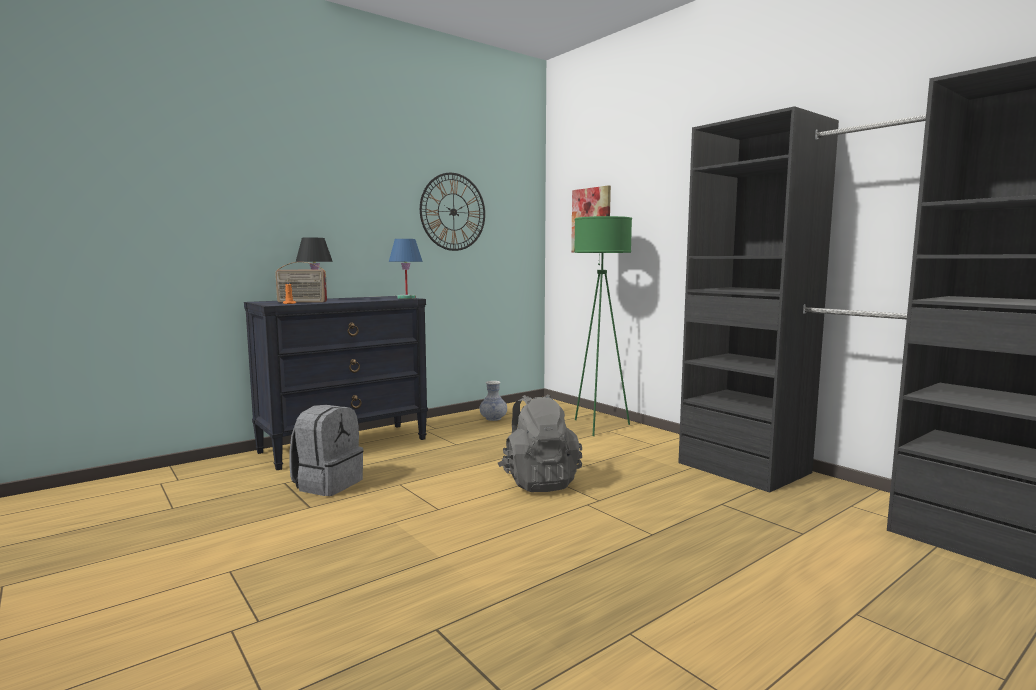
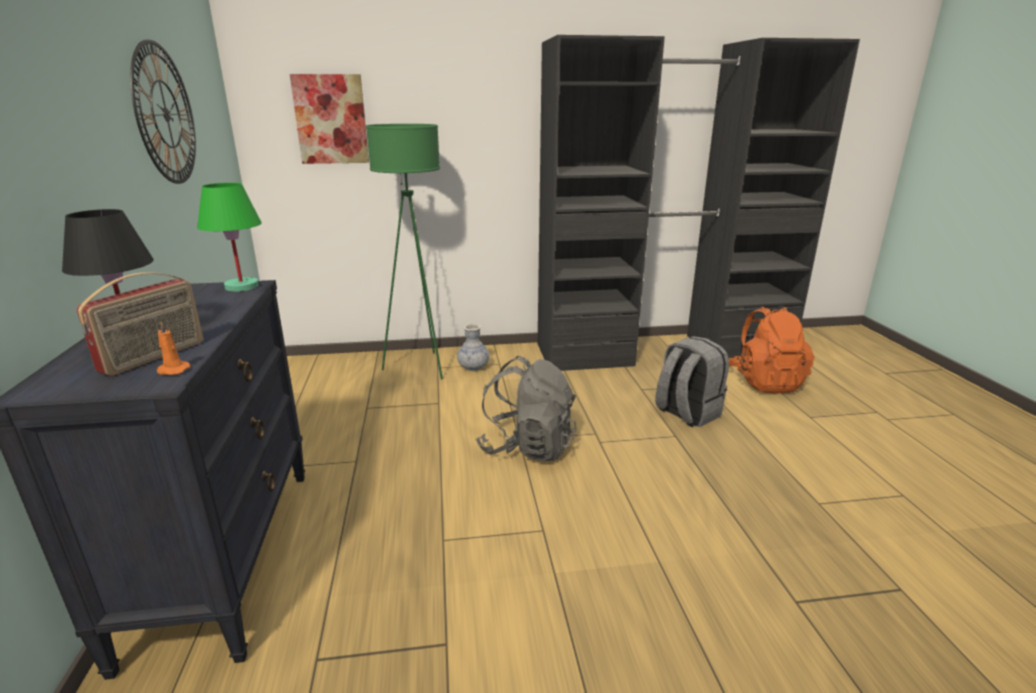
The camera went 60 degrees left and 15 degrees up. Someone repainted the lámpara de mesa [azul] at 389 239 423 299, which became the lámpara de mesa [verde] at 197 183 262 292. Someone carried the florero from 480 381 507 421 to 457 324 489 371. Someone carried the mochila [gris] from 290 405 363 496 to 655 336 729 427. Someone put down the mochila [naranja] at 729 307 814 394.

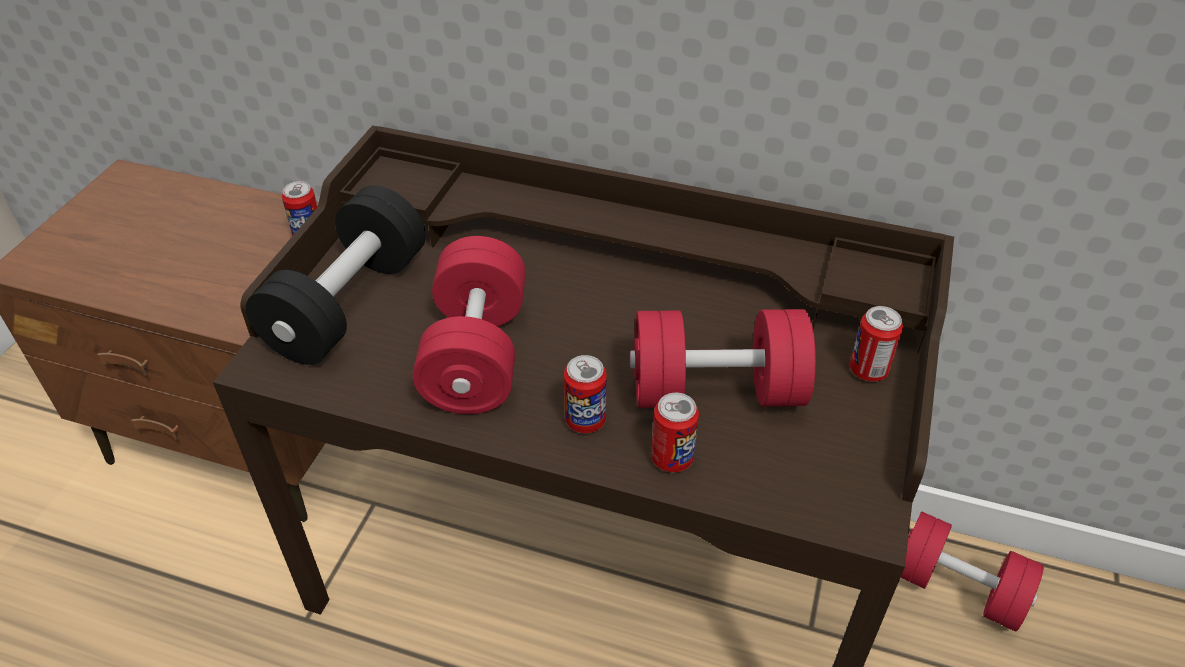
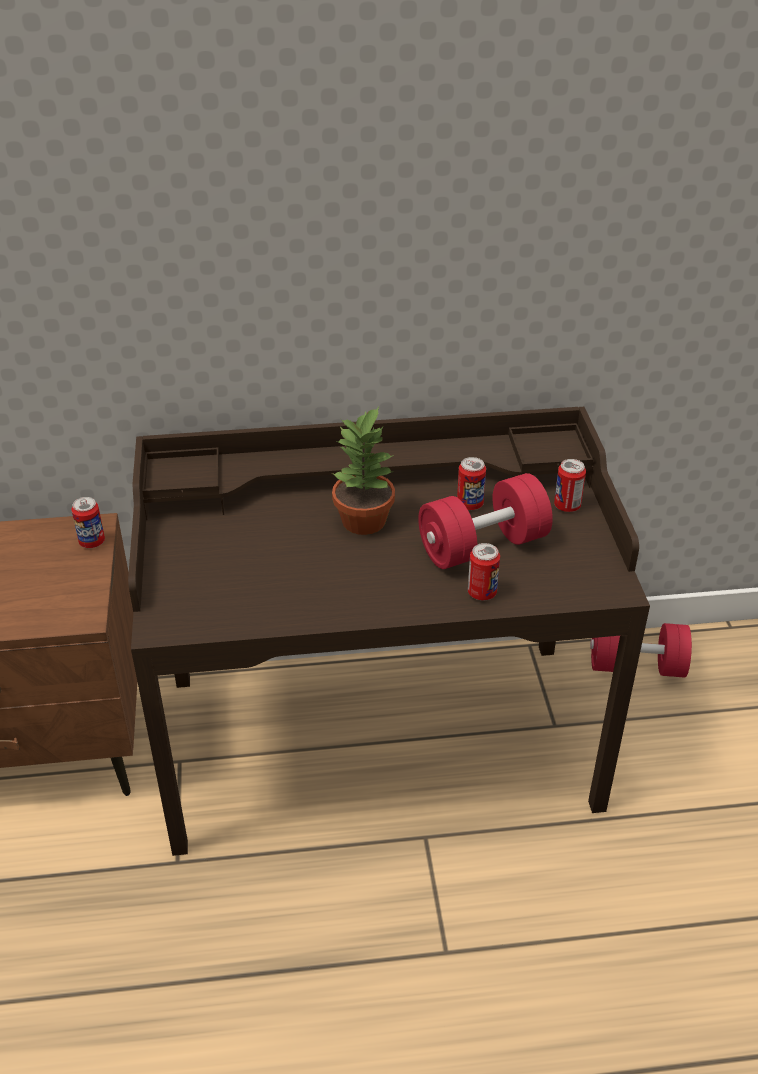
The camera went 25 degrees left and 5 degrees down. Someone took away the mancuerna [negro] at 246 186 426 365. Someone took away the mancuerna [rojo] at 413 236 526 414. Someone carried the lata from 564 355 607 433 to 457 457 486 510. Someone put down the planta en maceta at 331 407 395 535.

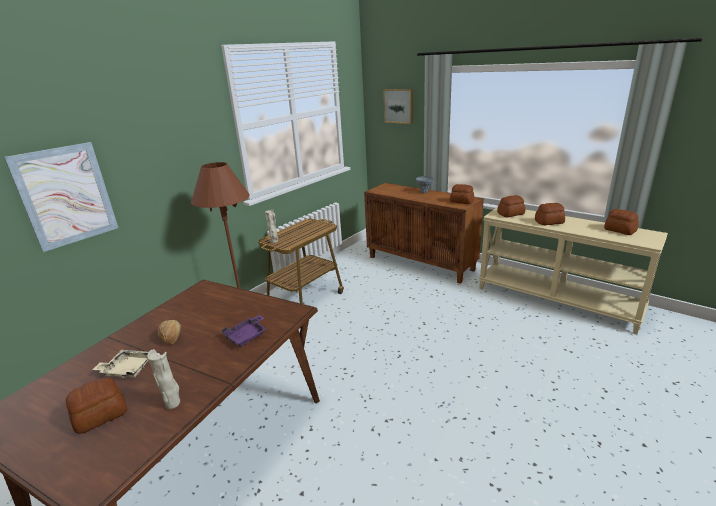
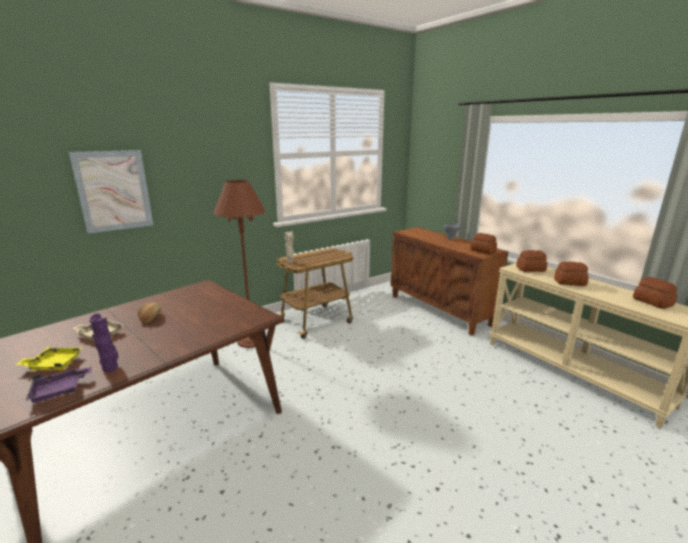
The camera went 15 degrees right and 5 degrees down. Someone took away the cuadro at 383 89 413 124. Someone carried the bandeja [morado] from 222 315 267 347 to 25 367 92 403. Someone repainted the florero [beis] at 147 349 180 409, which became the florero [morado] at 89 314 118 372. Someone swapped the pan at 66 377 127 434 for the bandeja [amarillo] at 15 347 83 370.

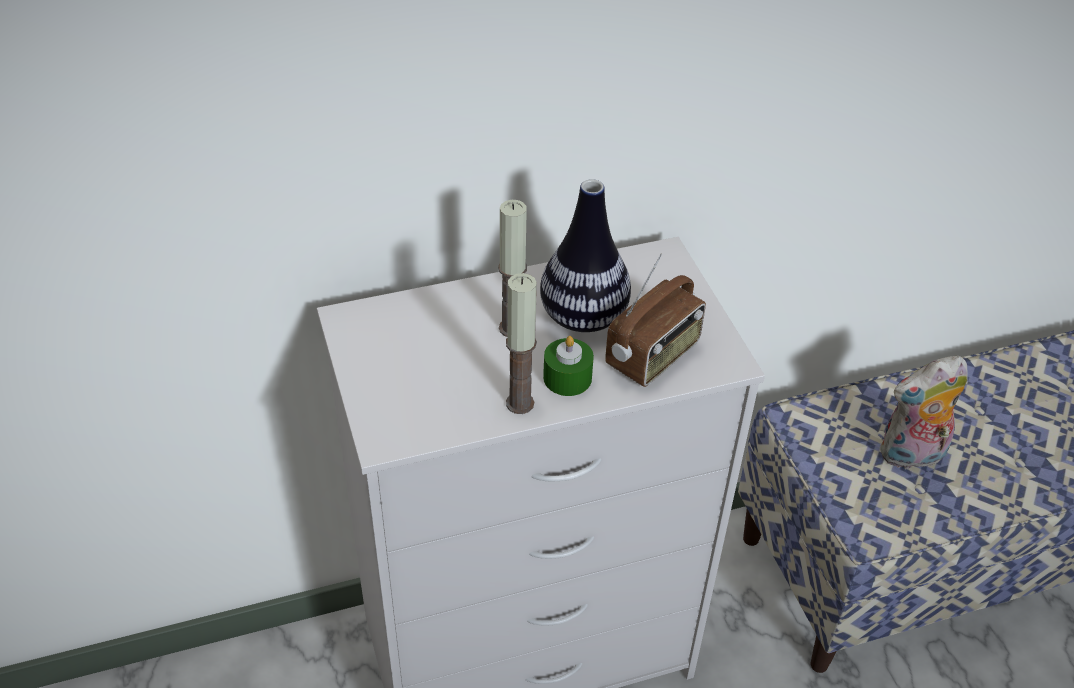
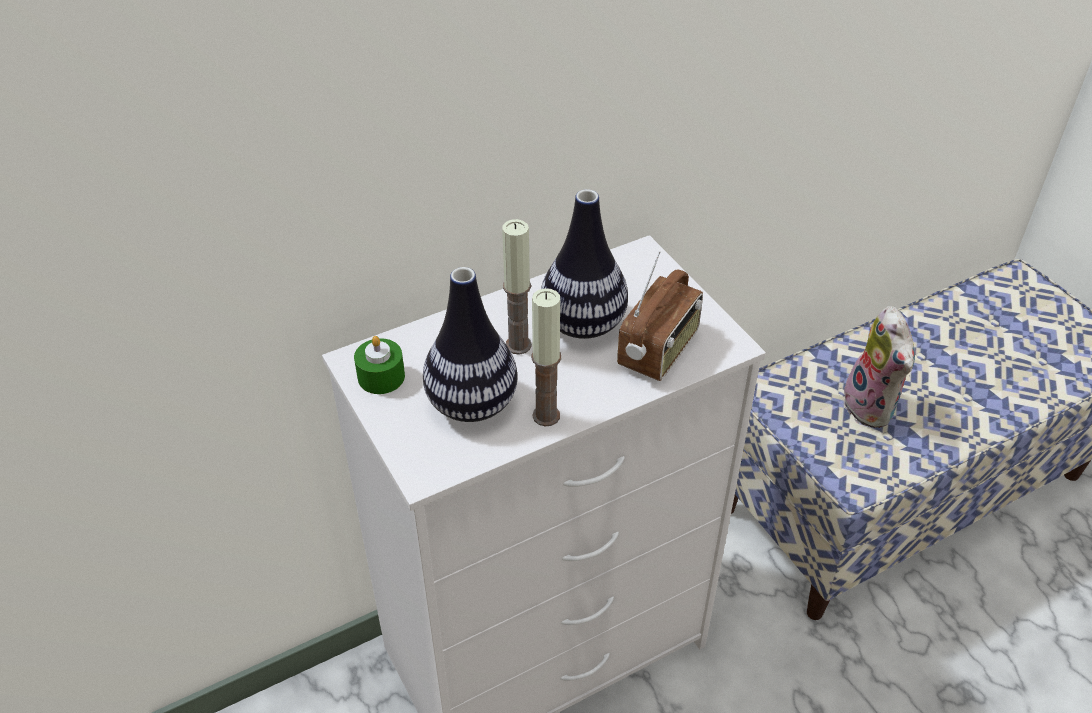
The camera went 10 degrees left and 0 degrees up. Someone carried the vela [verde] from 543 336 594 396 to 354 336 405 394. Someone rotated the peluche at 880 356 968 470 by 75 degrees counterclockwise. Someone put down the florero at 423 267 517 422.

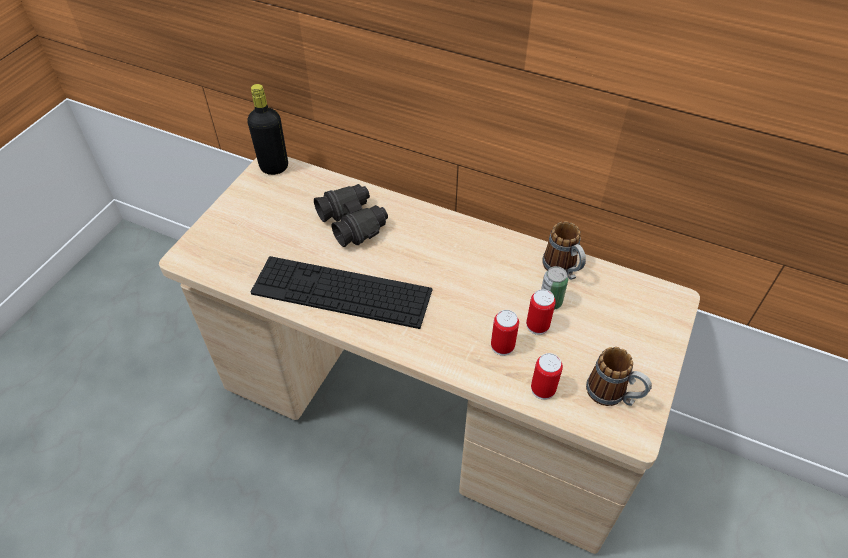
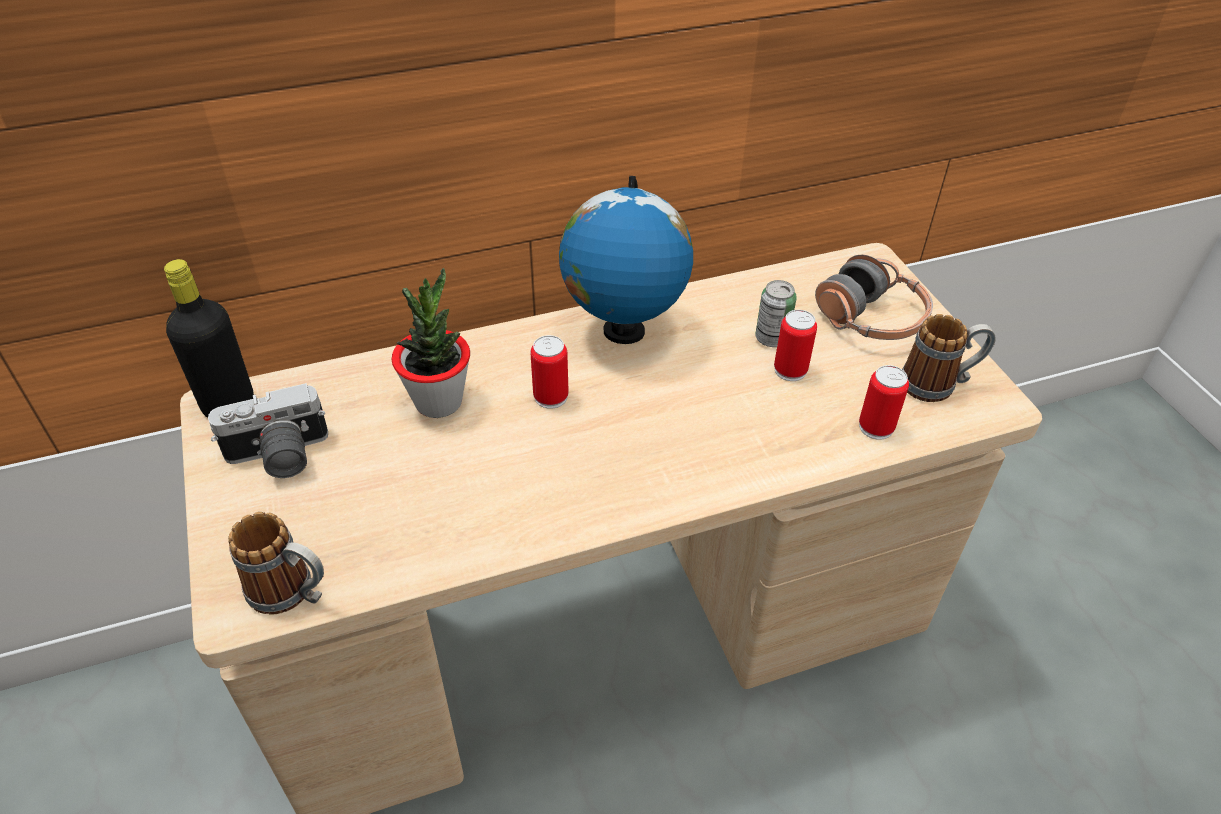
The camera went 45 degrees left and 5 degrees down. Someone swapped the prismáticos [negro] at 314 184 388 247 for the planta en maceta at 392 268 470 418. Someone carried the taza grande from 542 221 586 280 to 228 512 324 615. Someone took away the teclado at 251 256 432 329. Someone carried the lata from 491 310 519 356 to 530 335 569 409. Someone put down the globo terráqueo at 559 176 693 344. Someone put down the auriculares at 815 255 933 340. Someone put down the cámara at 208 383 328 478.

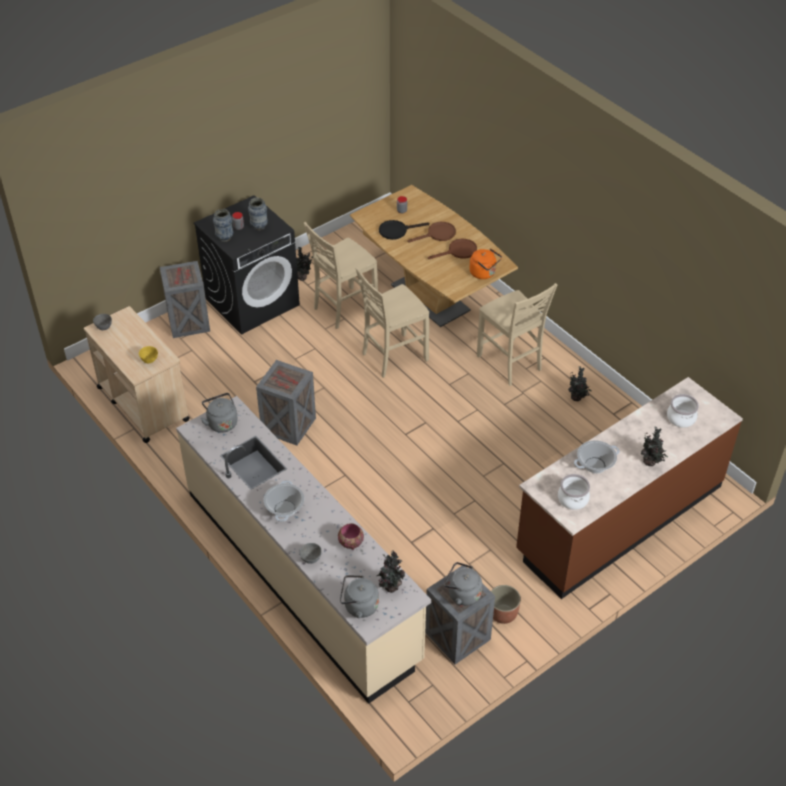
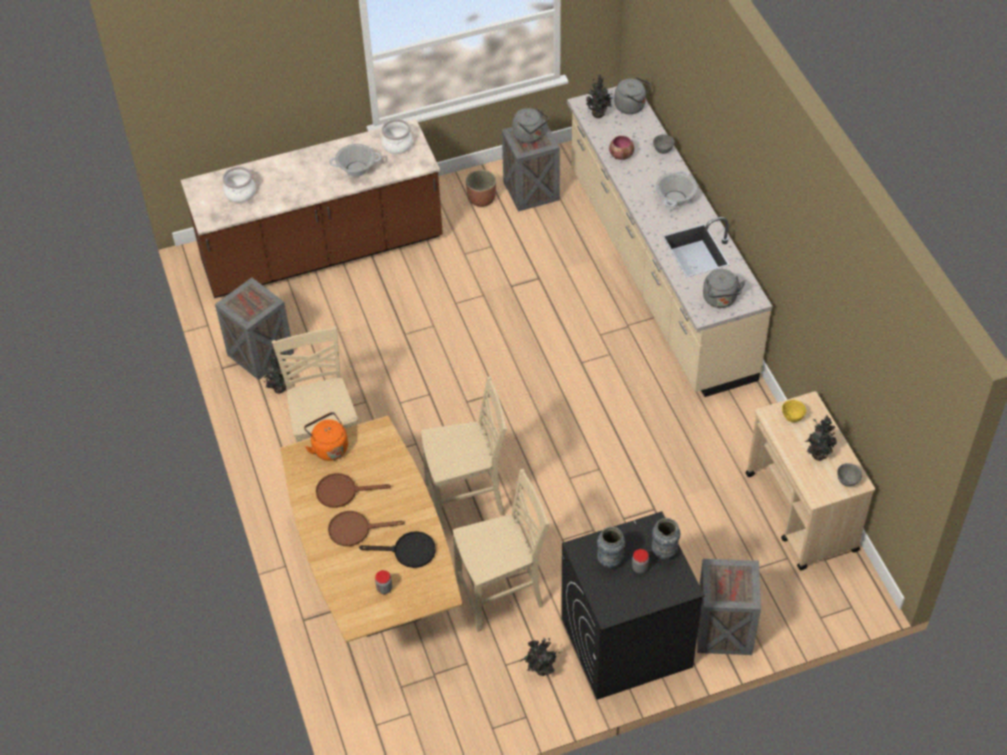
The camera went 160 degrees left and 5 degrees up. Someone carried the caja de embalaje from 256 360 316 446 to 215 278 294 380. Someone carried the planta en maceta from 641 426 668 466 to 805 415 837 461.

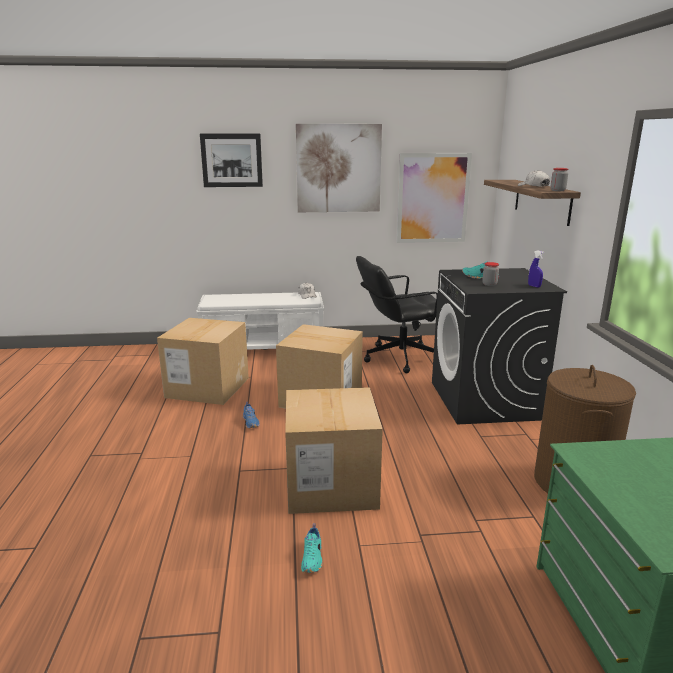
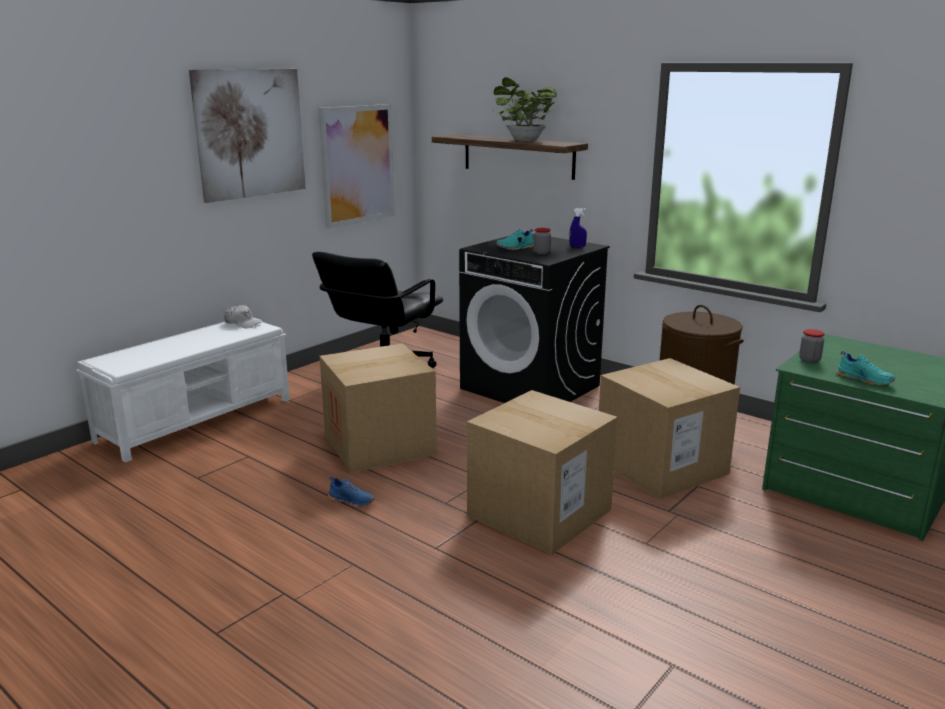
The camera went 45 degrees left and 0 degrees up. Someone took away the cuadro at 200 134 263 187. Someone carried the tarro from 550 168 568 191 to 799 329 825 363. Someone swapped the gorra [blanco] at 518 170 550 187 for the planta en maceta at 494 77 557 142. Someone carried the caja de cartón from 157 318 249 405 to 599 358 740 499. Someone carried the zapato [turquesa] from 301 523 323 573 to 836 351 895 386.

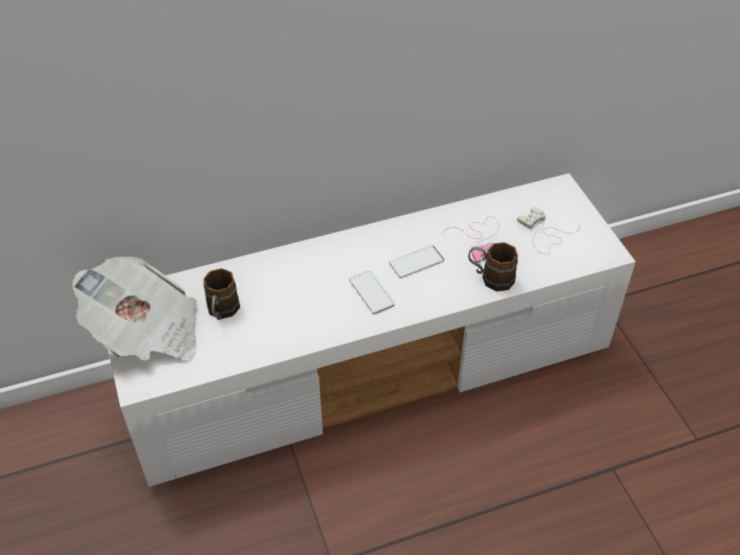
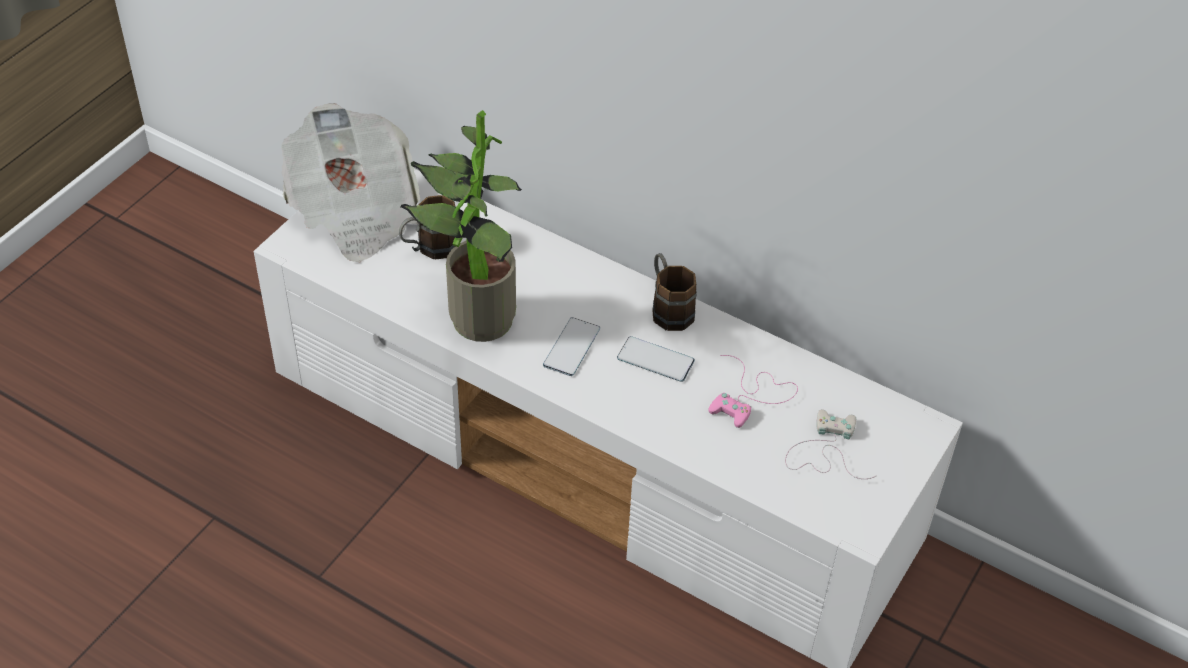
The camera went 50 degrees right and 0 degrees up. Someone carried the taza grande [marrón] from 468 242 518 291 to 652 253 697 331. Someone put down the planta en maceta at 400 110 522 342.

